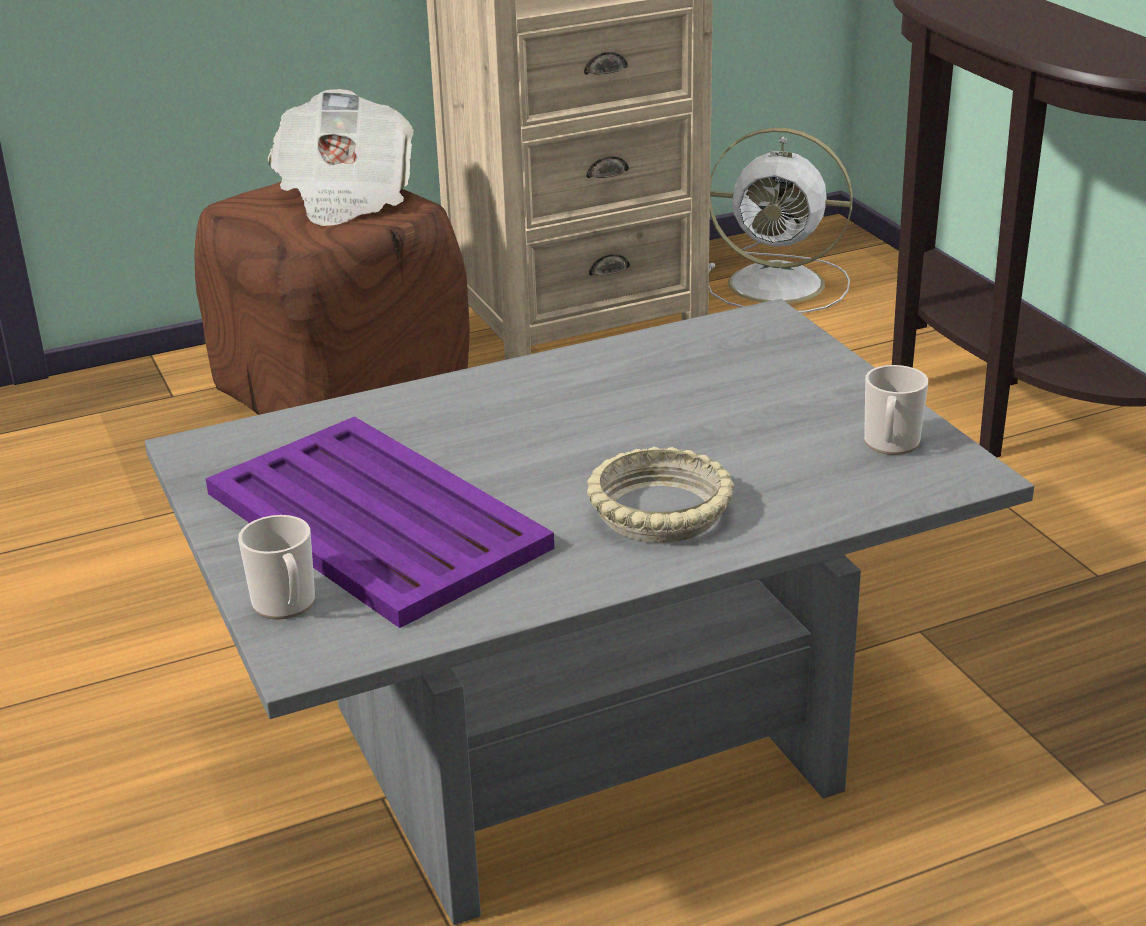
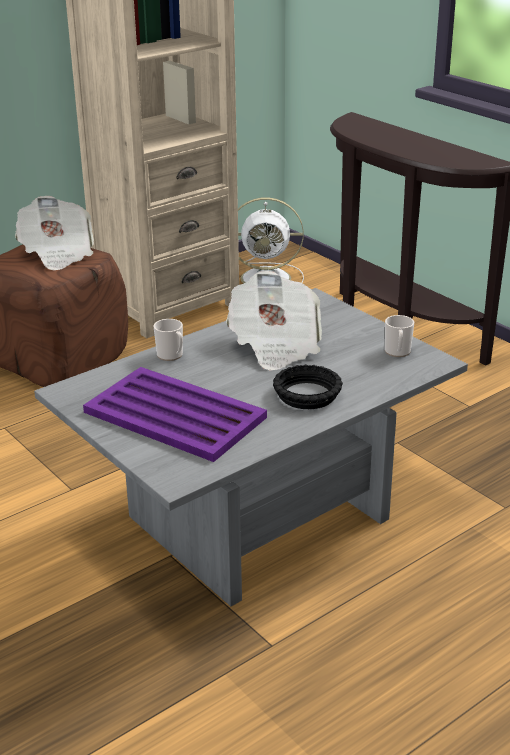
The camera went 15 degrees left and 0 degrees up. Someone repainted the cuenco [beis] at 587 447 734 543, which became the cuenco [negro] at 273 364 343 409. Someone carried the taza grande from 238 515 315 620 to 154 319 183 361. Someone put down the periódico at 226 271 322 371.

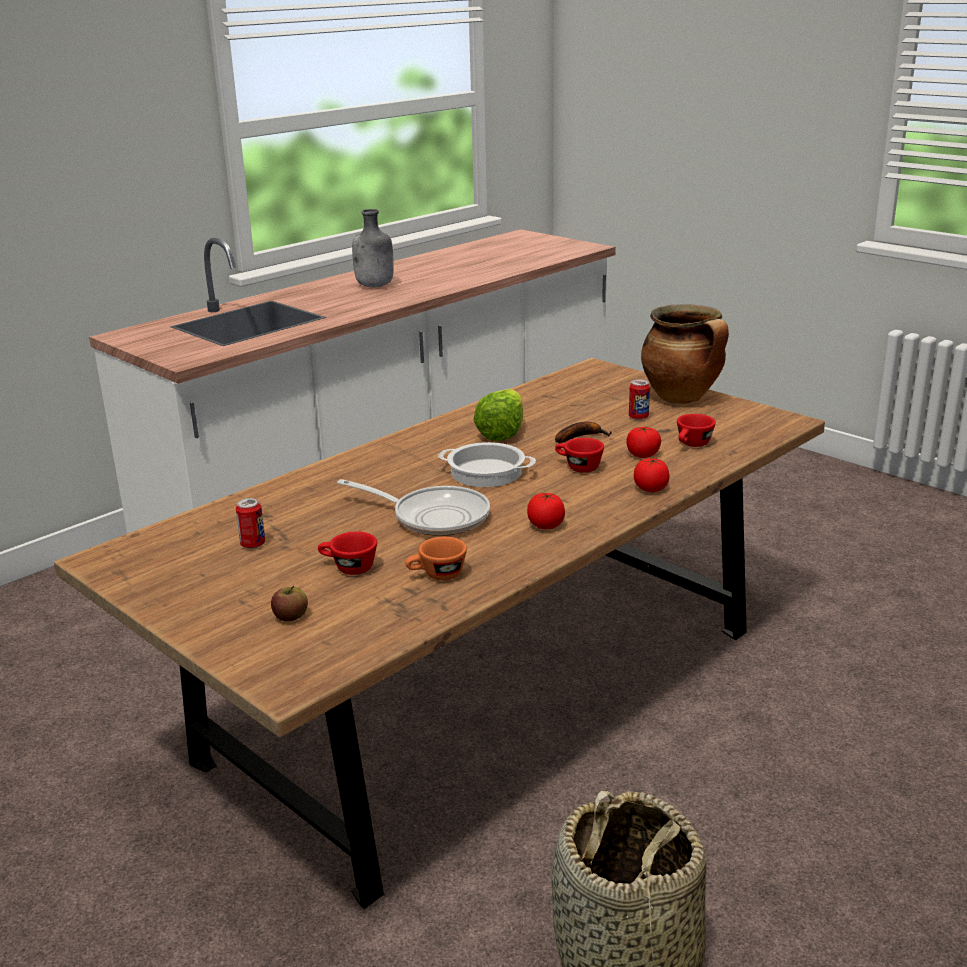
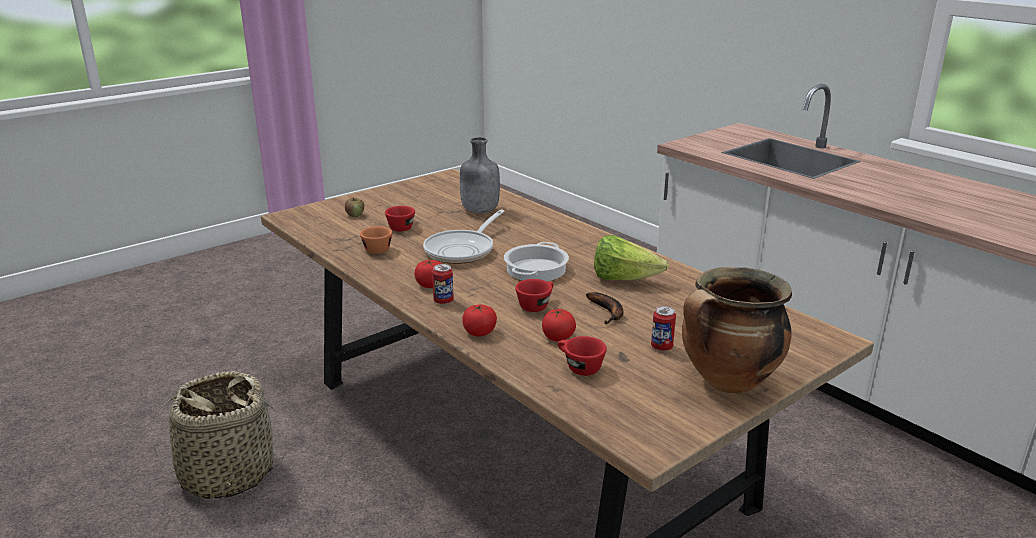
The camera went 95 degrees right and 0 degrees up. Someone carried the botella [gris] from 352 209 394 288 to 460 137 500 213. Someone carried the lata from 236 498 265 549 to 432 264 454 305.

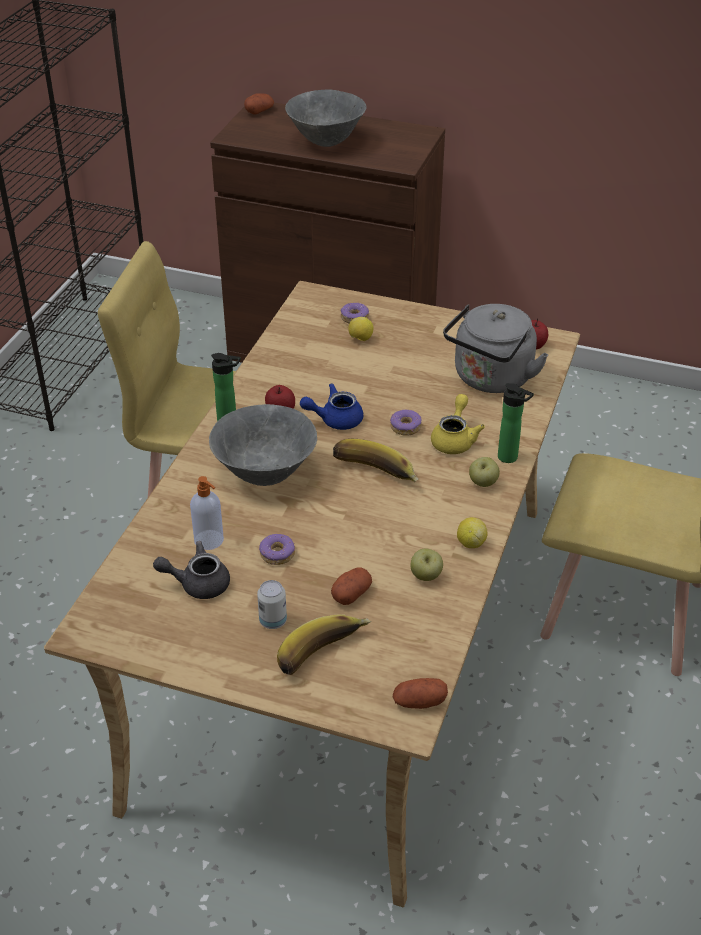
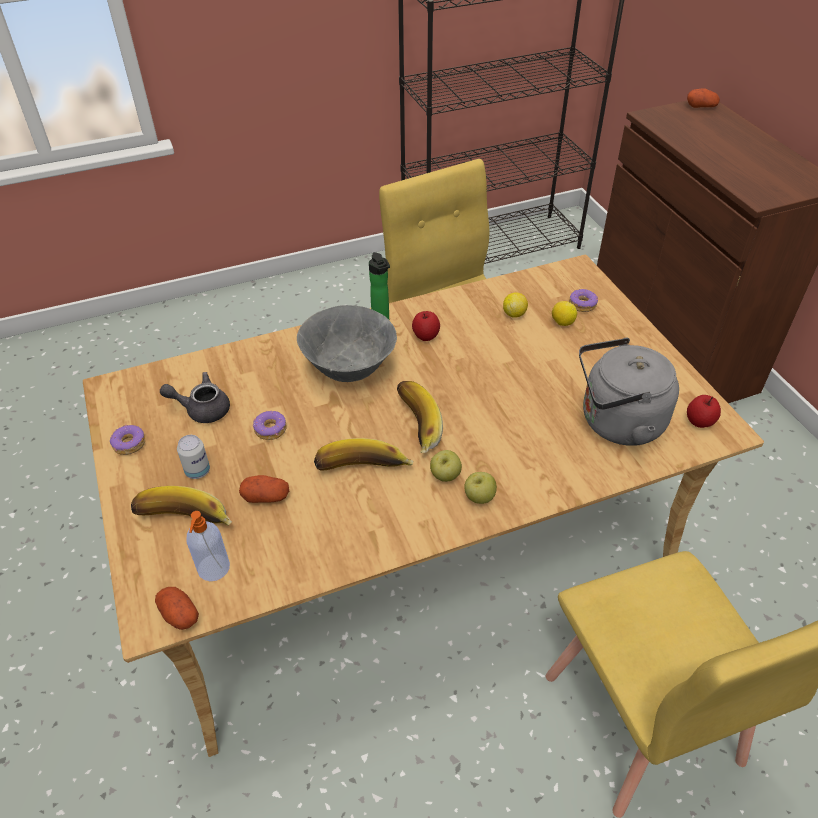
The camera went 50 degrees right and 5 degrees up. Someone took away the cuenco [gris] at 285 89 366 147. Someone took away the tetera [azul] at 300 383 363 430. Someone took away the botella at 498 383 534 463. Someone took away the tetera [amarillo] at 431 394 485 454. Someone carried the rosquilla from 390 410 422 436 to 110 425 145 455. Someone carried the dispensador de jabón from 190 476 224 550 to 186 511 230 581. Someone carried the limón from 457 517 487 548 to 503 292 528 318. Someone rotated the tetera [gris] at 153 541 230 599 by 45 degrees counterclockwise. Someone carried the manzana from 410 548 443 581 to 430 450 462 482. Someone put down the plátano at 314 438 413 471.

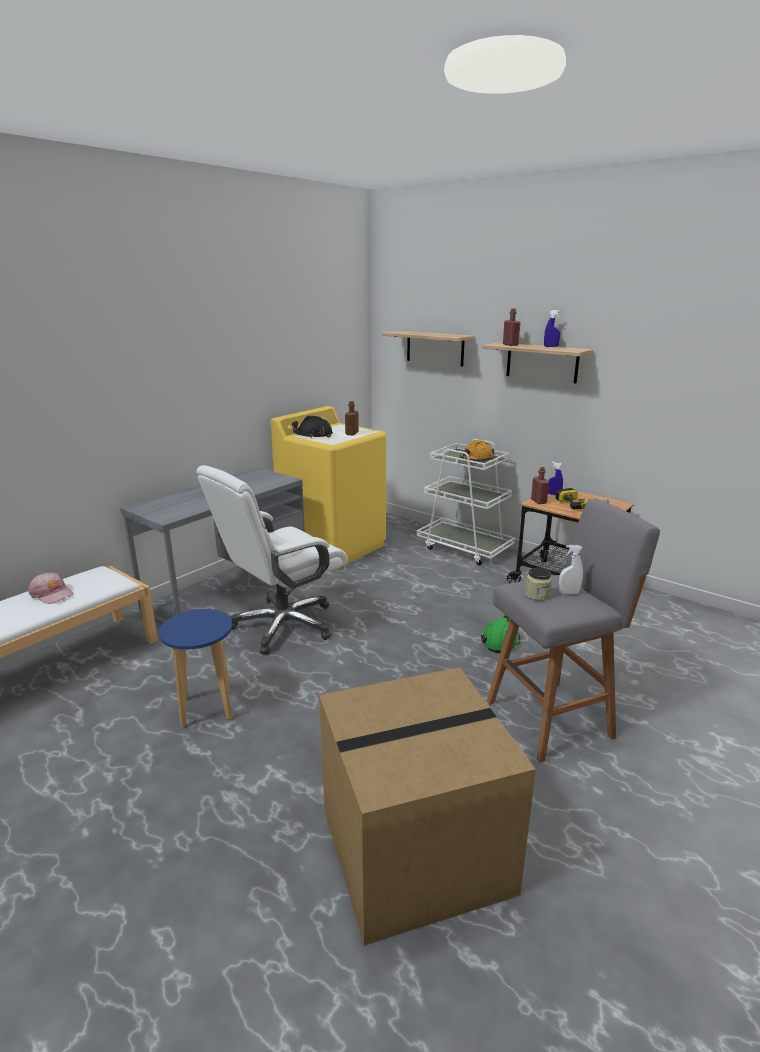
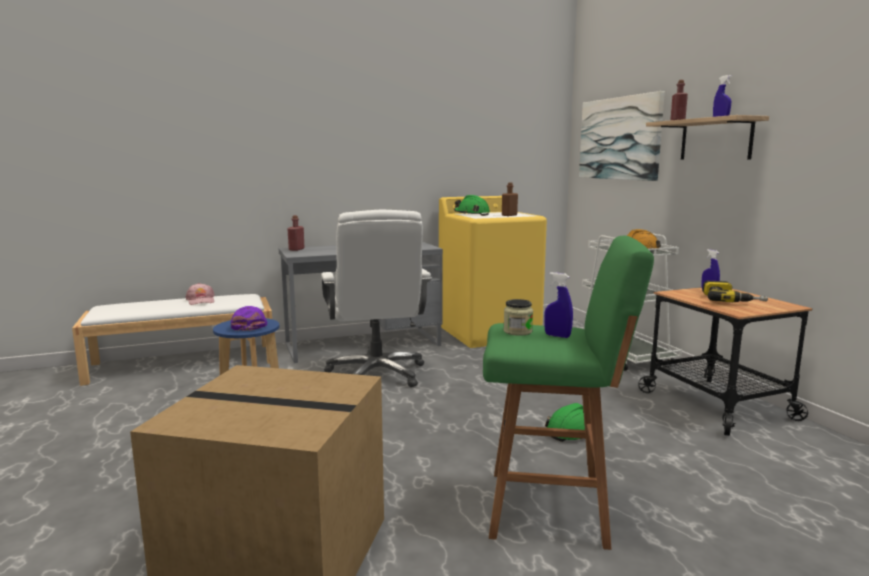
The camera went 30 degrees right and 10 degrees down. Someone swapped the estante at 382 331 475 366 for the cuadro at 579 91 665 181. Someone repainted the casco [negro] at 292 416 333 438, which became the casco [verde] at 454 195 490 216. Someone rotated the silla de oficina [blanco] at 197 465 348 655 by 90 degrees counterclockwise. Someone carried the botella [rojo] from 531 467 549 504 to 287 215 305 251. Someone repainted the taburete [gris] at 487 499 660 763, which became the taburete [verde] at 483 236 654 550. Someone repainted the pulverizador [blanco] at 559 545 583 594, which became the pulverizador [azul] at 544 272 573 338. Someone put down the gorra [morado] at 231 306 267 331.

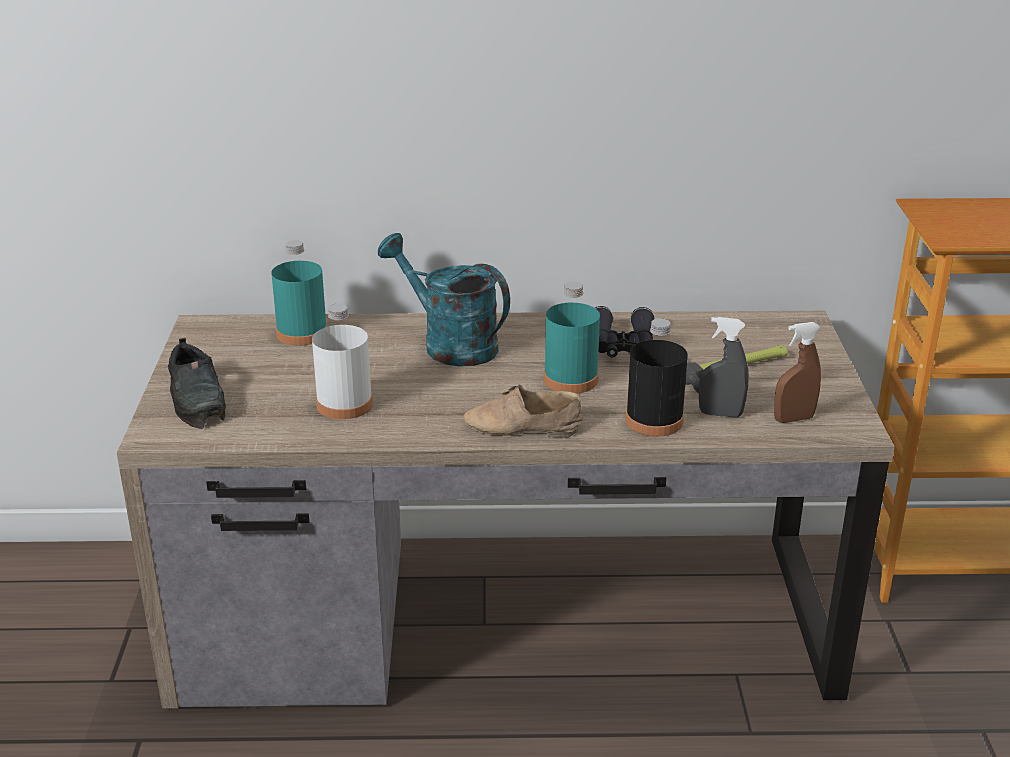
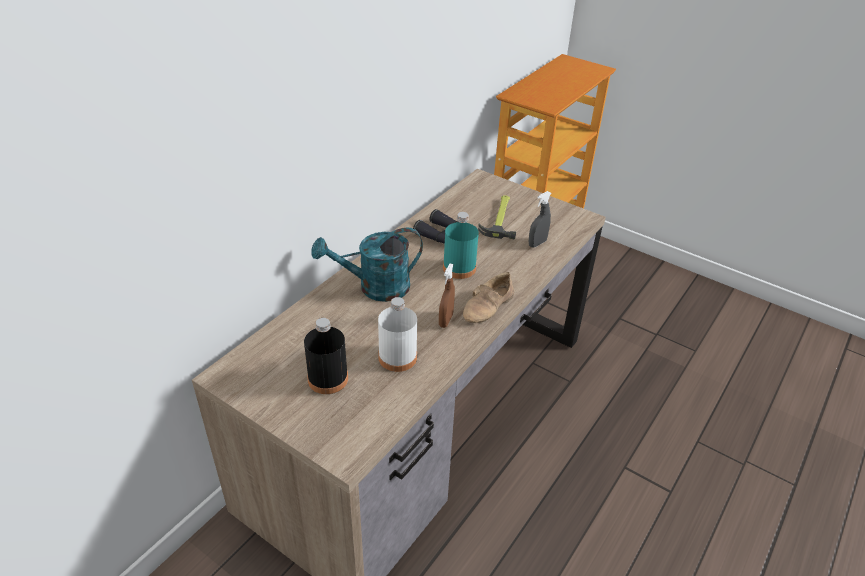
The camera went 55 degrees left and 10 degrees up. Someone took away the botella [turquesa] at 271 240 327 346. Someone carried the botella [negro] from 626 318 688 436 to 304 318 348 394. Someone carried the pulverizador [marrón] from 774 322 821 423 to 439 263 455 328. Someone took away the zapato [negro] at 168 338 226 429.

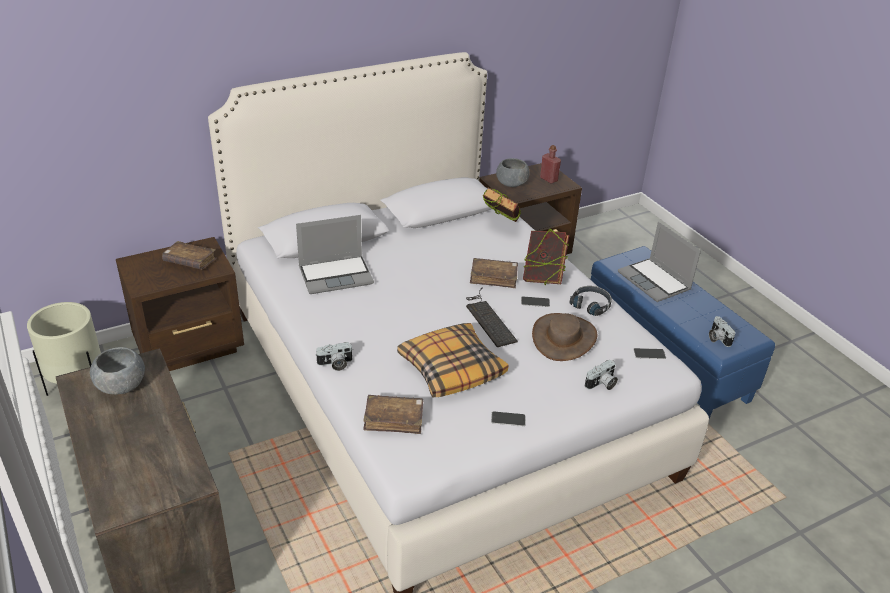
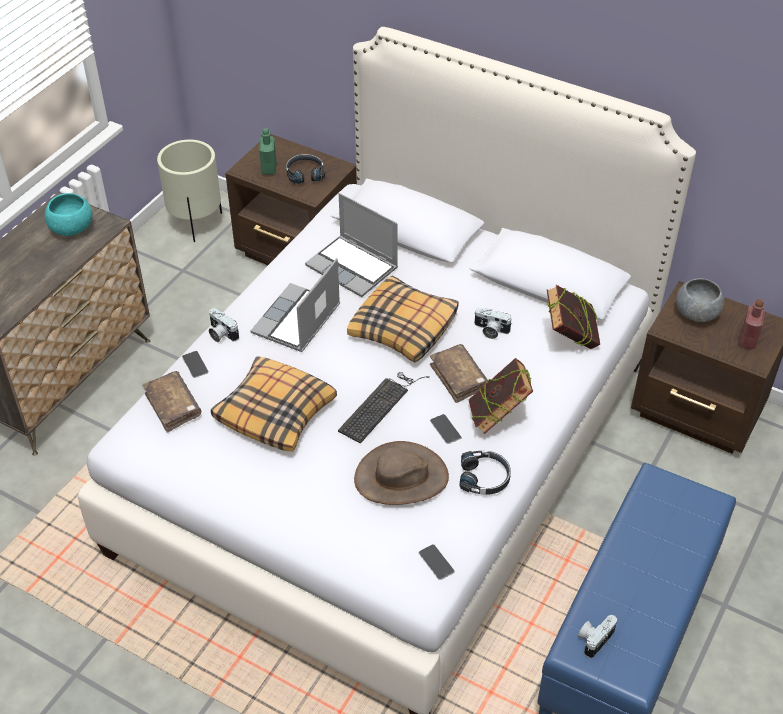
The camera went 60 degrees right and 10 degrees up. Someone carried the portátil from 618 222 701 302 to 251 258 340 352. Someone swapped the libro [marrón] at 162 241 217 270 for the auriculares [negro] at 286 154 325 184. Someone repainted the cuenco [gris] at 90 347 145 395, which became the cuenco [turquesa] at 45 193 92 236. Someone carried the cámara from 585 359 618 390 to 474 307 512 339. Someone carried the móvil from 491 412 526 426 to 182 351 209 378. Someone put down the botella [verde] at 259 128 276 175. Someone put down the cojín at 347 275 459 363.

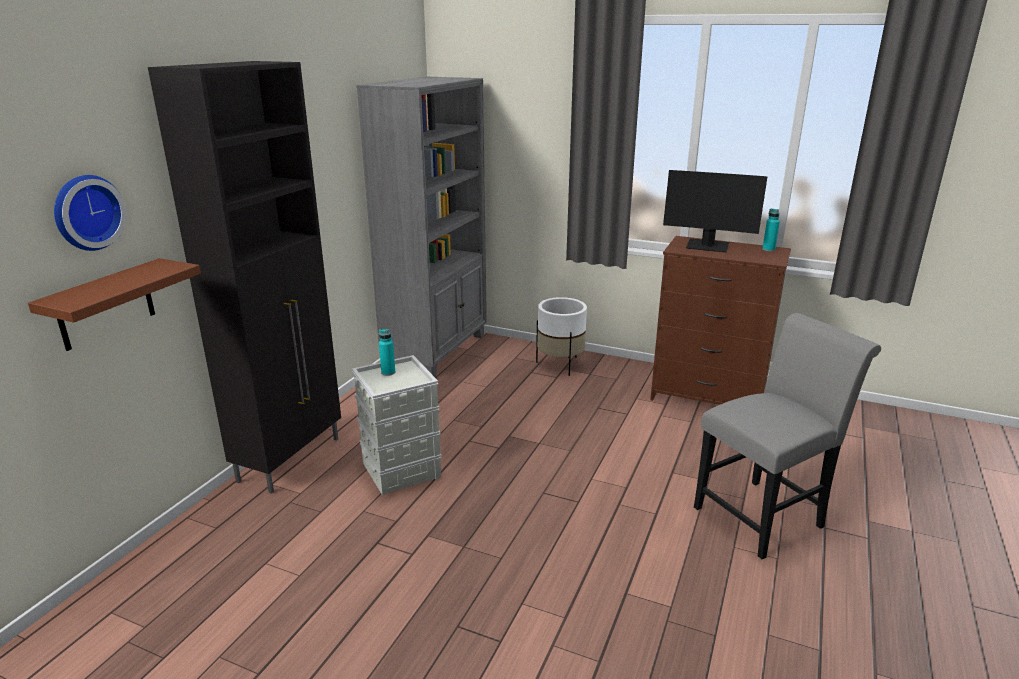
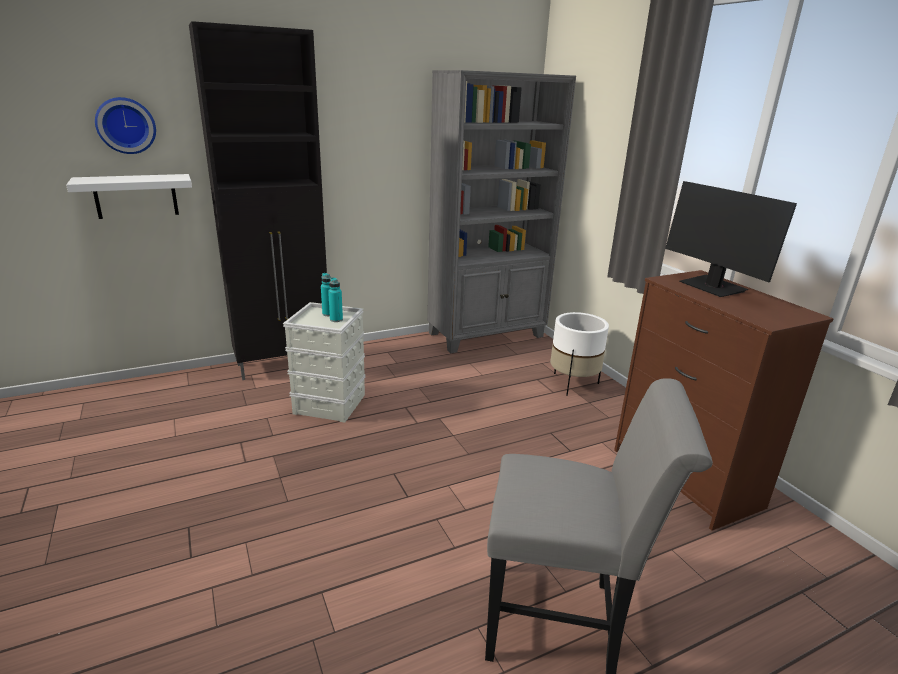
The camera went 40 degrees right and 0 degrees up. Someone carried the botella [turquesa] from 762 209 780 252 to 328 278 343 322. Someone repainted the estante [marrón] at 28 258 201 351, which became the estante [blanco] at 66 174 192 219.

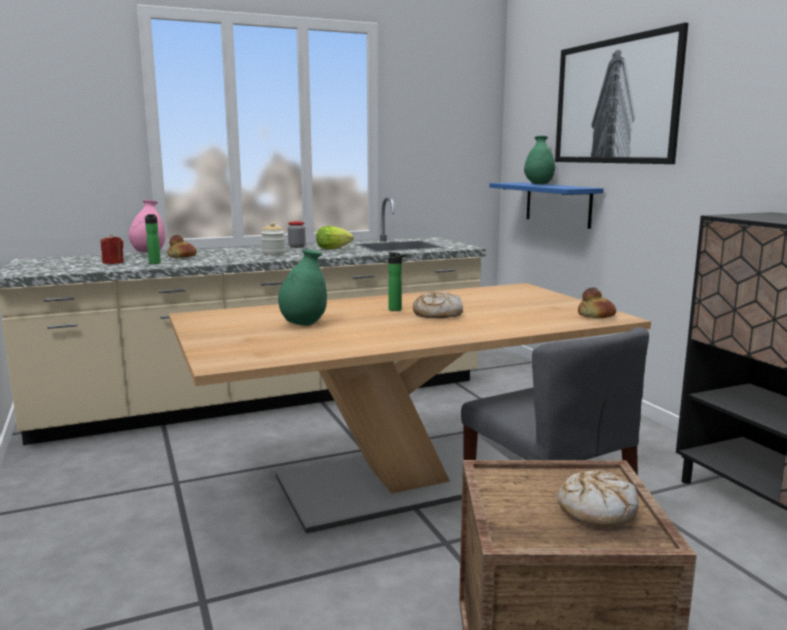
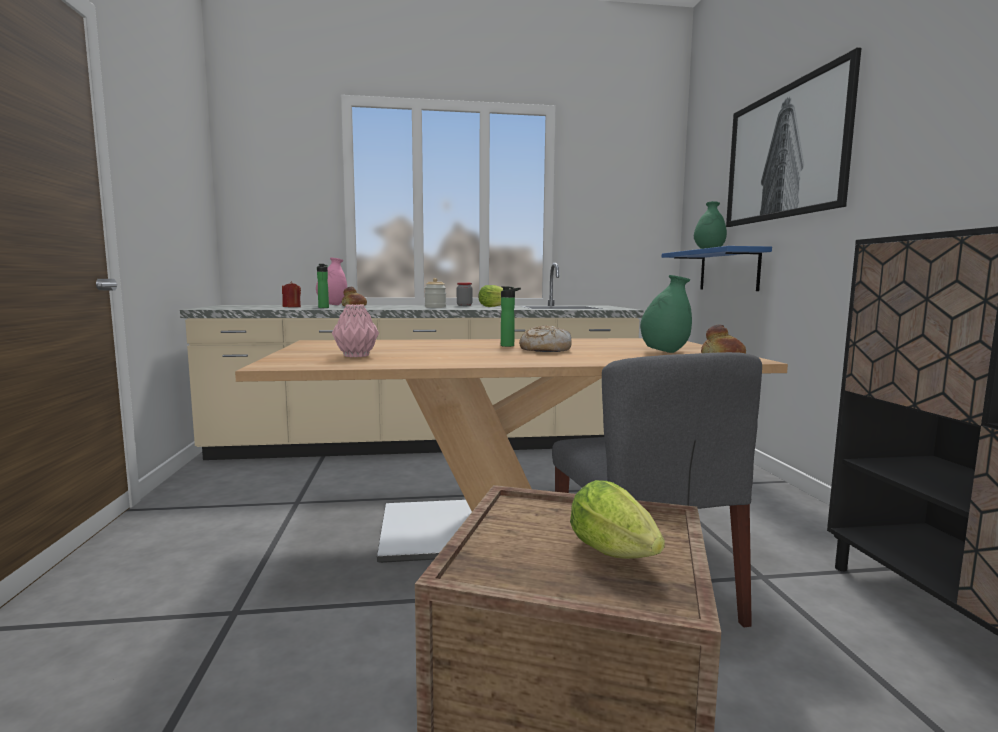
The camera went 15 degrees right and 5 degrees down. Someone carried the florero [verde] from 278 249 327 326 to 640 275 692 353. Someone swapped the pan at 557 470 639 528 for the lechuga at 570 480 665 559. Someone put down the florero [rosa] at 332 304 379 357.

